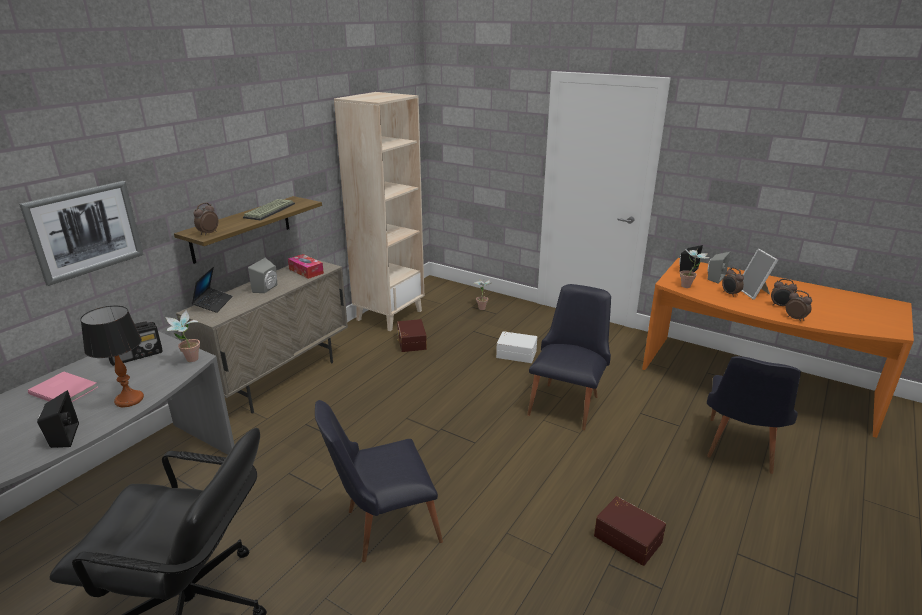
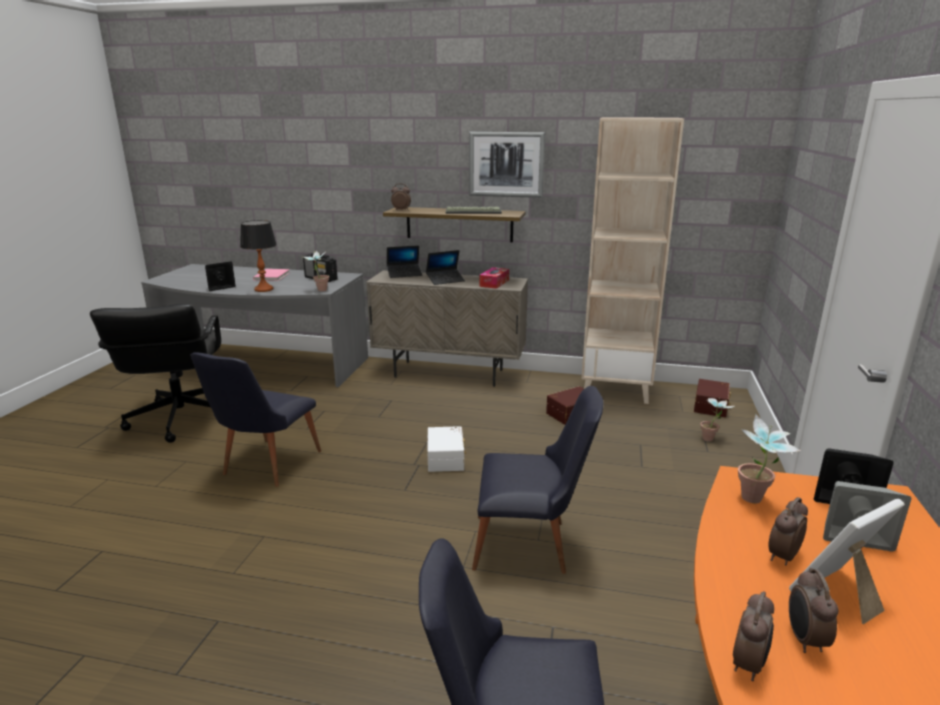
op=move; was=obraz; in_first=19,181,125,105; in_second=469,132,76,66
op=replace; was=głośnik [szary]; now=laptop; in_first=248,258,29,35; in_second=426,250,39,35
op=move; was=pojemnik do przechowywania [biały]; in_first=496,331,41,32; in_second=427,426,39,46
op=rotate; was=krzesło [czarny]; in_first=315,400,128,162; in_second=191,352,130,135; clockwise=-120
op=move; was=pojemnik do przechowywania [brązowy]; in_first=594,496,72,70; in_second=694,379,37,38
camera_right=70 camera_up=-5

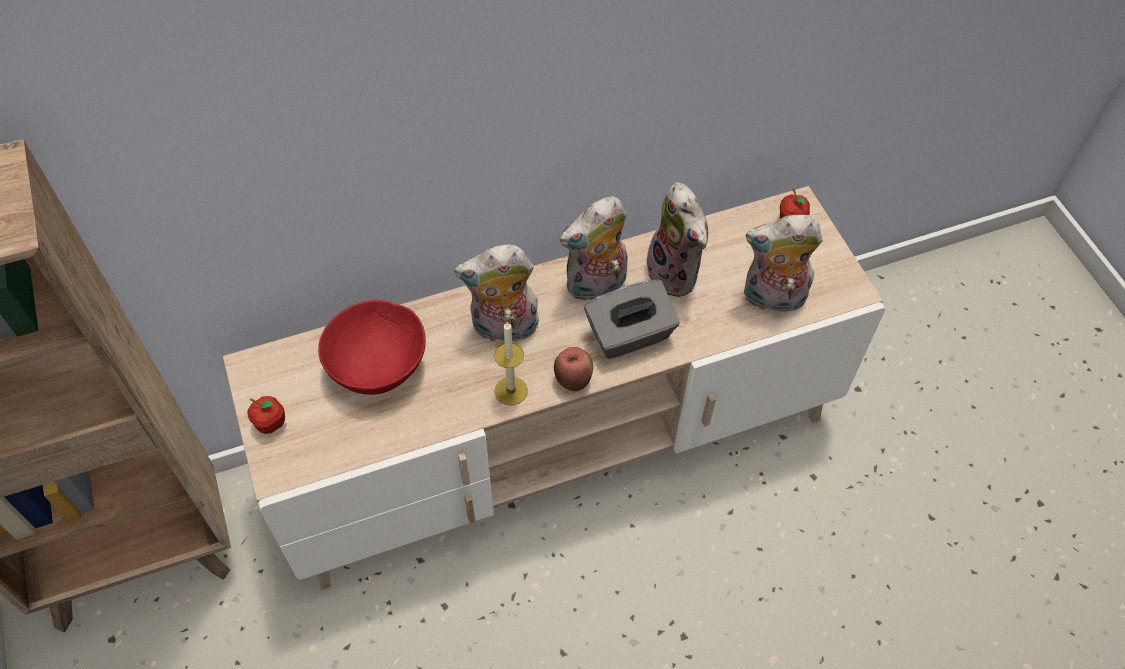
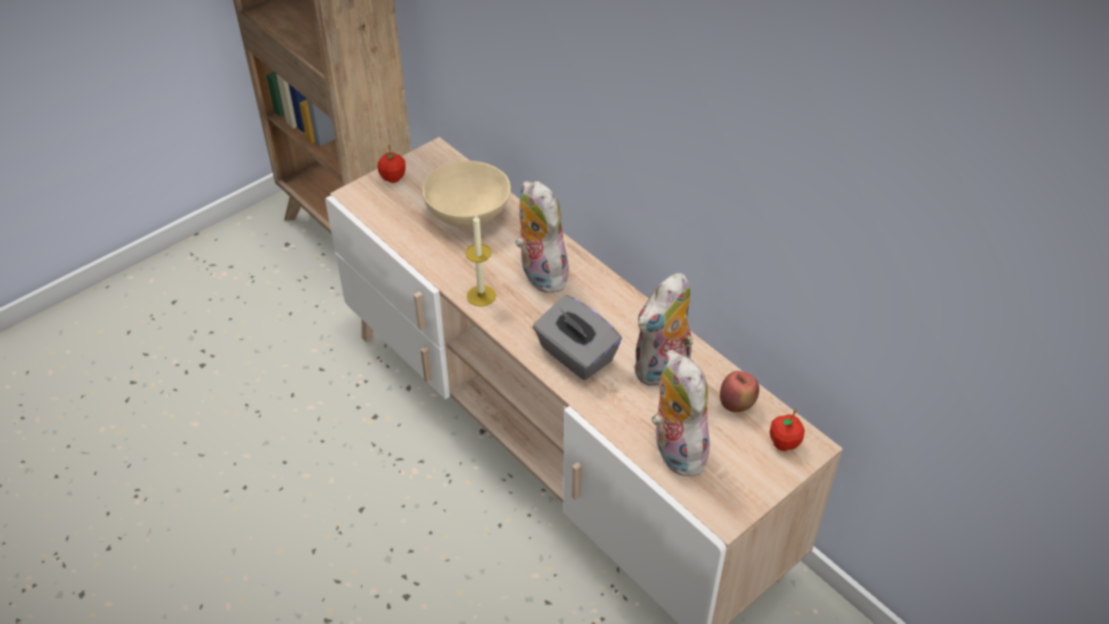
op=delete; was=pluszak; in_first=560,197,67,104
op=recolor; was=miska [czerwony]; now=miska [beżowy]; in_first=318,300,108,95; in_second=422,161,89,67
op=move; was=jabłko; in_first=554,347,39,44; in_second=720,371,39,41
camera_right=70 camera_up=-10

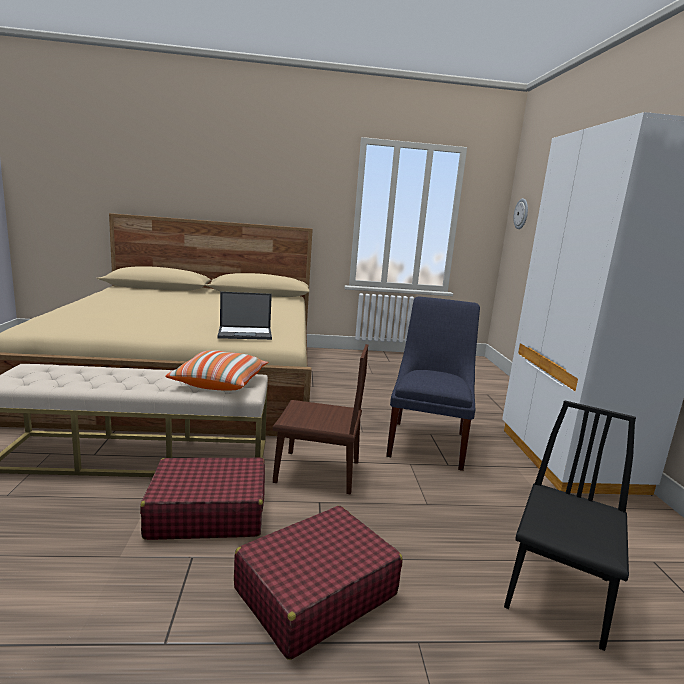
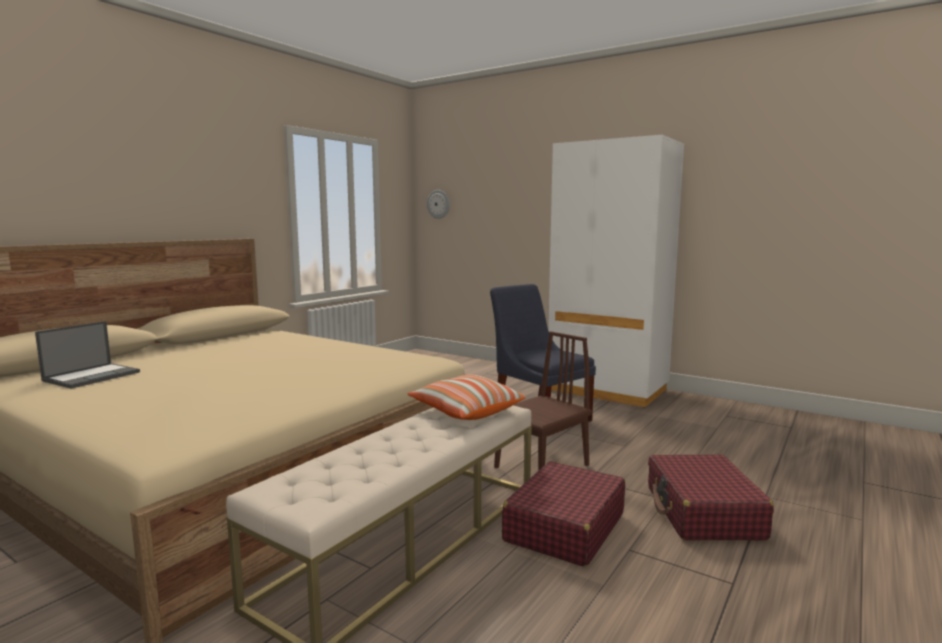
op=move; was=laptop; in_first=218,291,54,49; in_second=35,321,105,68
op=delete; was=krzesło [czarny]; in_first=504,401,132,250
camera_right=-50 camera_up=-5

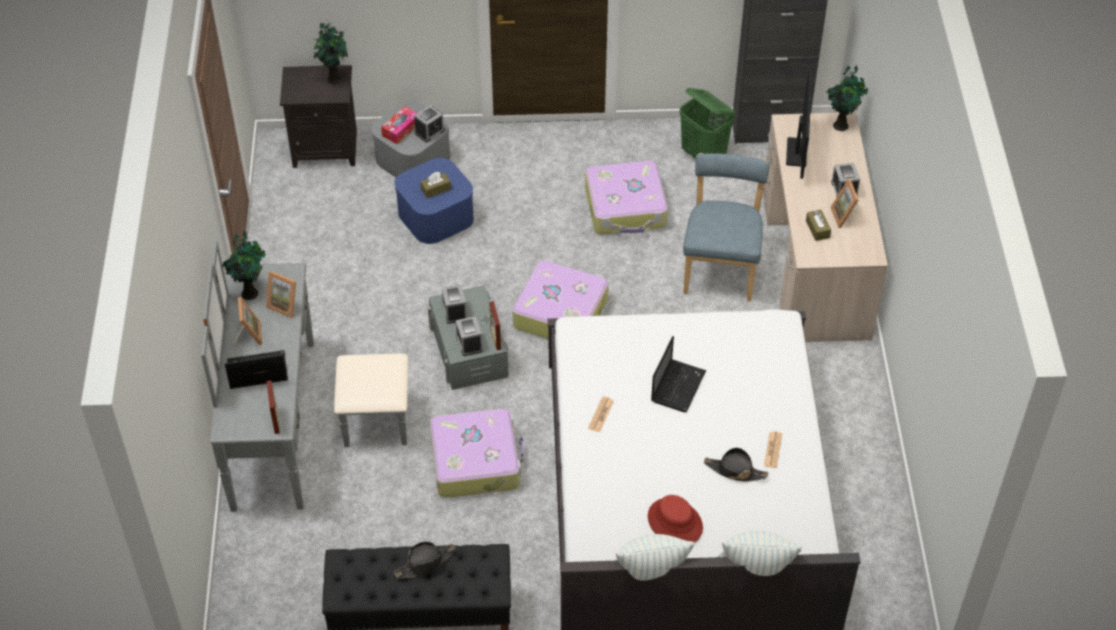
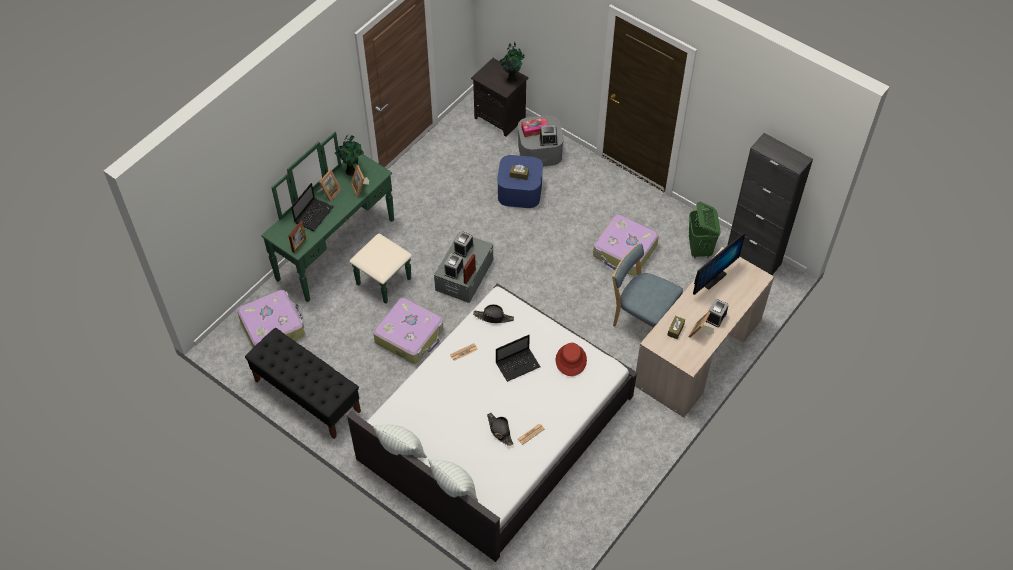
op=delete; was=roślina doniczkowa; in_first=827,65,42,66
op=rotate; was=krzesło [niebieski]; in_first=683,153,87,149; in_second=612,244,71,85; clockwise=-105
op=recolor; was=komoda [szary]; now=komoda [zielony]; in_first=201,240,207,272; in_second=261,132,151,172
op=move; was=walizka; in_first=512,259,97,80; in_second=237,290,68,57
op=rotate; was=laptop; in_first=225,350,63,39; in_second=291,183,43,48; clockwise=90
op=move; was=kapelusz [czerwony]; in_first=648,495,55,48; in_second=556,343,31,33
op=move; was=kapelusz [czarny]; in_first=394,541,62,37; in_second=473,304,41,19
camera_right=40 camera_up=5

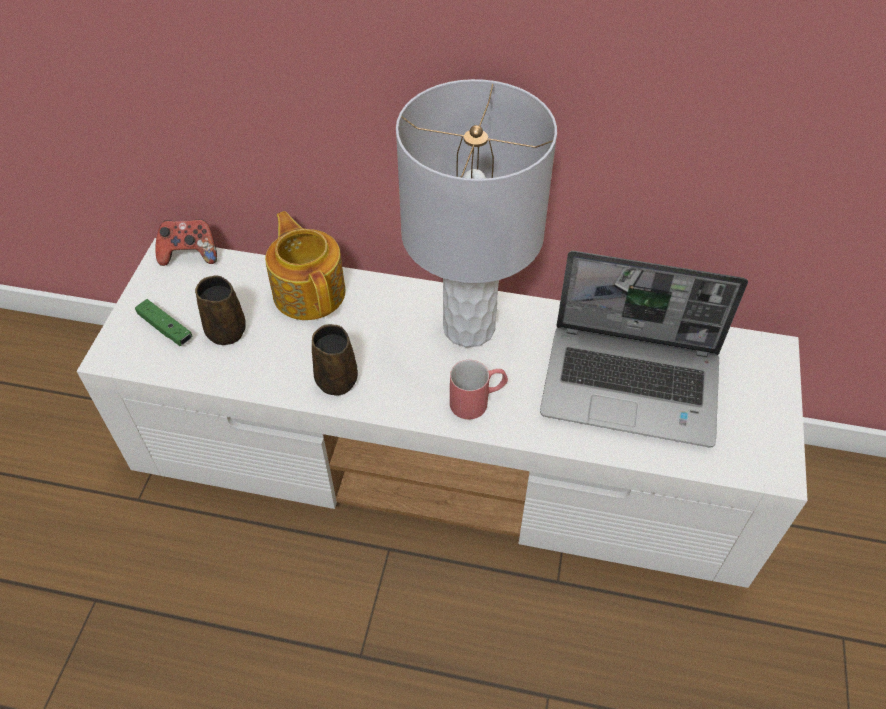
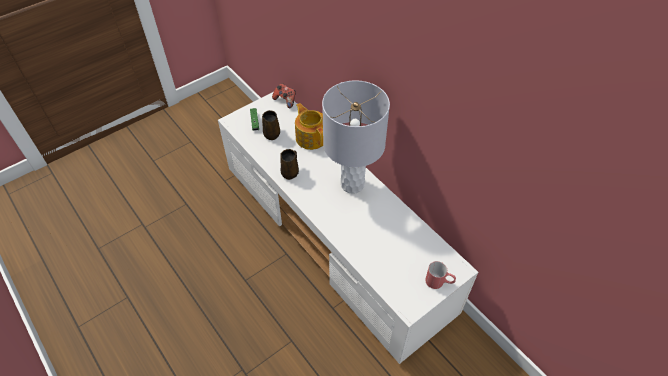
op=rotate; was=imbryk; in_first=265,211,80,109; in_second=295,103,28,47; clockwise=-45
op=delete; was=laptop; in_first=540,251,208,196
op=move; was=kubek [czerwony]; in_first=450,360,58,59; in_second=425,261,31,28
camera_right=40 camera_up=0

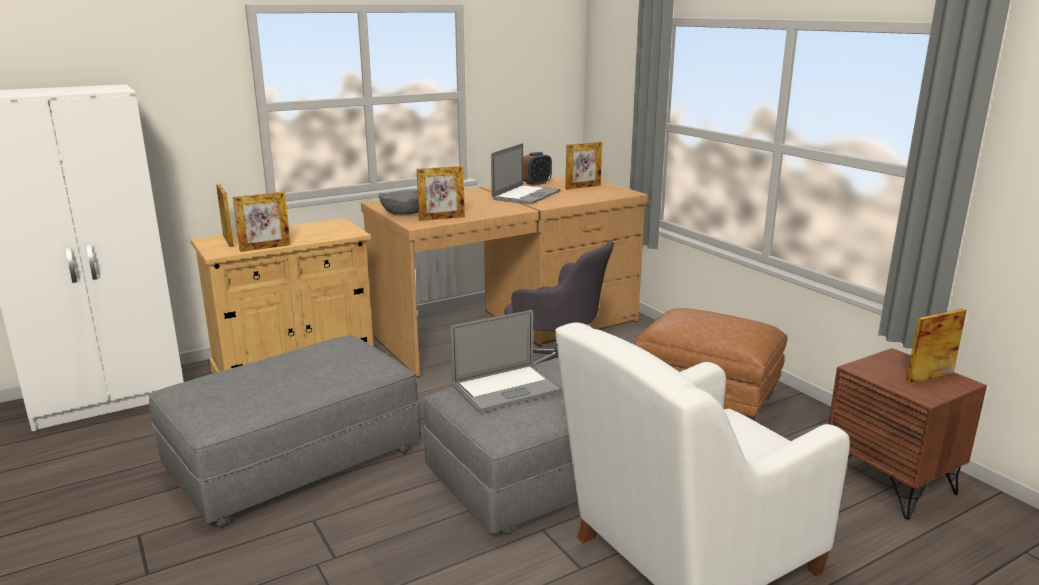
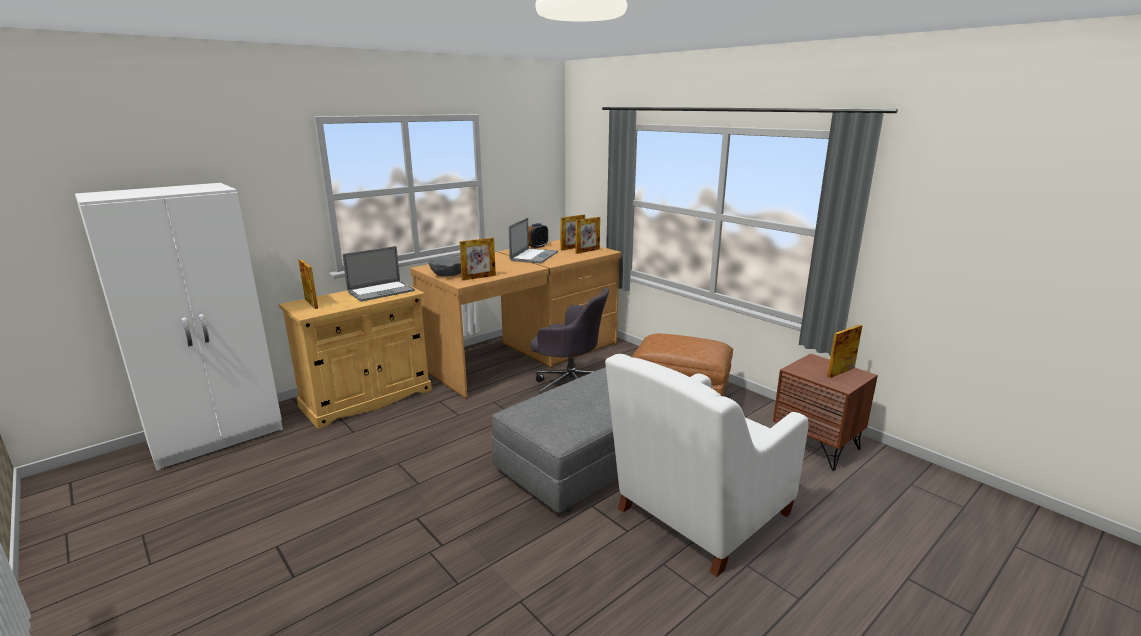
op=move; was=ramka na zdjęcie; in_first=233,192,58,60; in_second=575,217,25,37
op=move; was=laptop; in_first=450,310,113,103; in_second=342,246,73,56
op=delete; was=pufa [szary]; in_first=148,335,273,192
camera_right=-10 camera_up=0

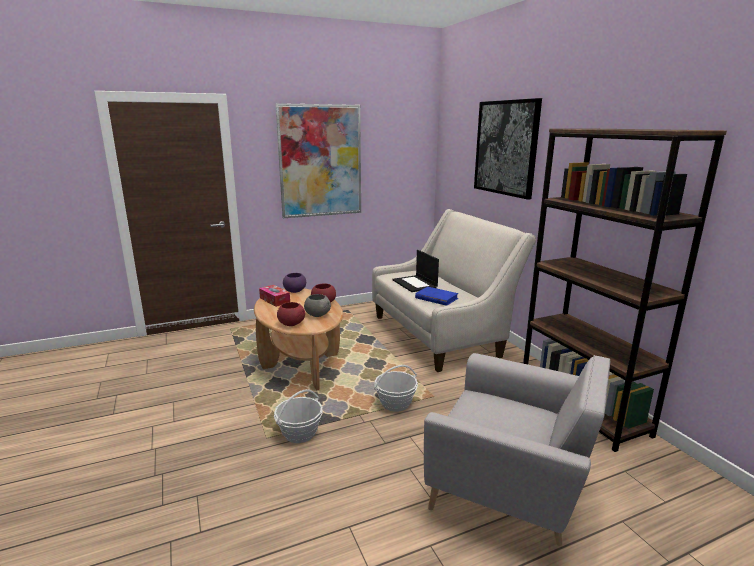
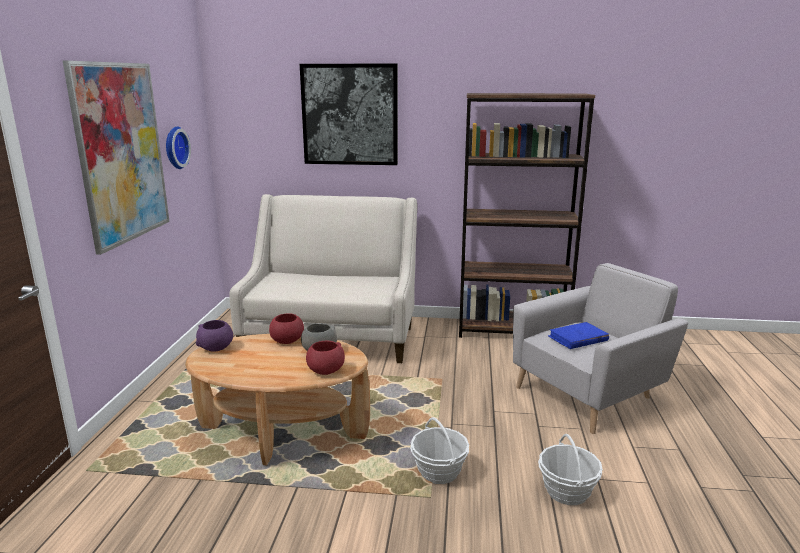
op=delete; was=laptop; in_first=392,250,47,42
op=delete; was=pudełko chusteczek; in_first=259,285,31,22
op=move; was=książka [niebieski]; in_first=415,287,43,19; in_second=548,322,61,27
op=move; was=koszyk; in_first=374,365,44,47; in_second=538,434,65,71
op=insert; now=zegar ścienny; in_second=166,127,25,42
camera_right=-60 camera_up=0

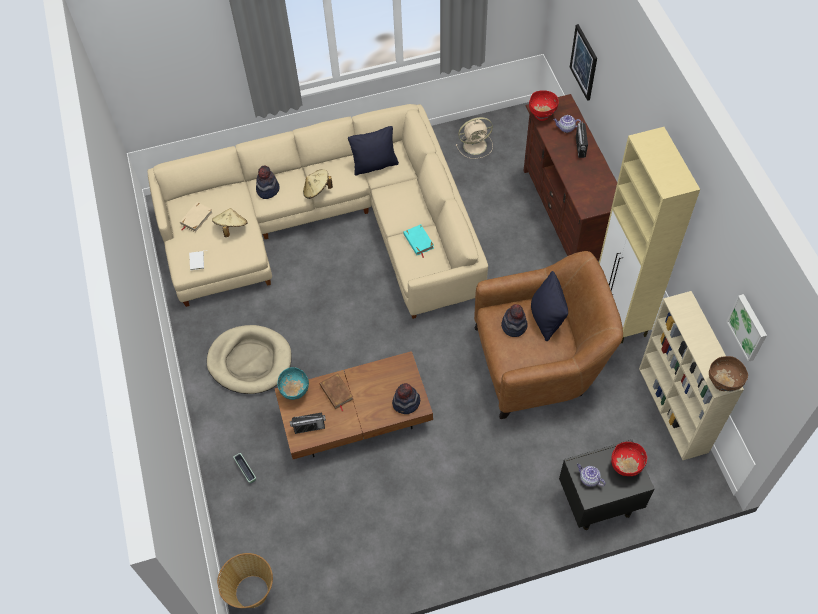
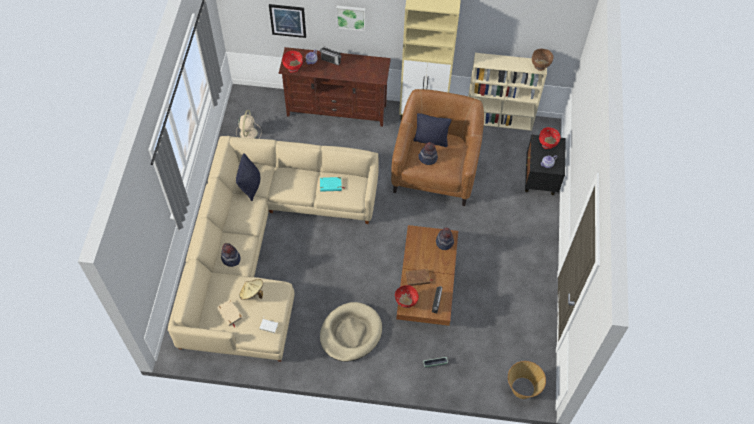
op=delete; was=kapelusz [beżowy]; in_first=303,169,30,30
op=move; was=obraz; in_first=726,294,41,68; in_second=336,5,30,26
op=recolor; was=miska [turkusowy]; now=miska [czerwony]; in_first=277,367,32,33; in_second=395,285,24,23
camera_right=-70 camera_up=0

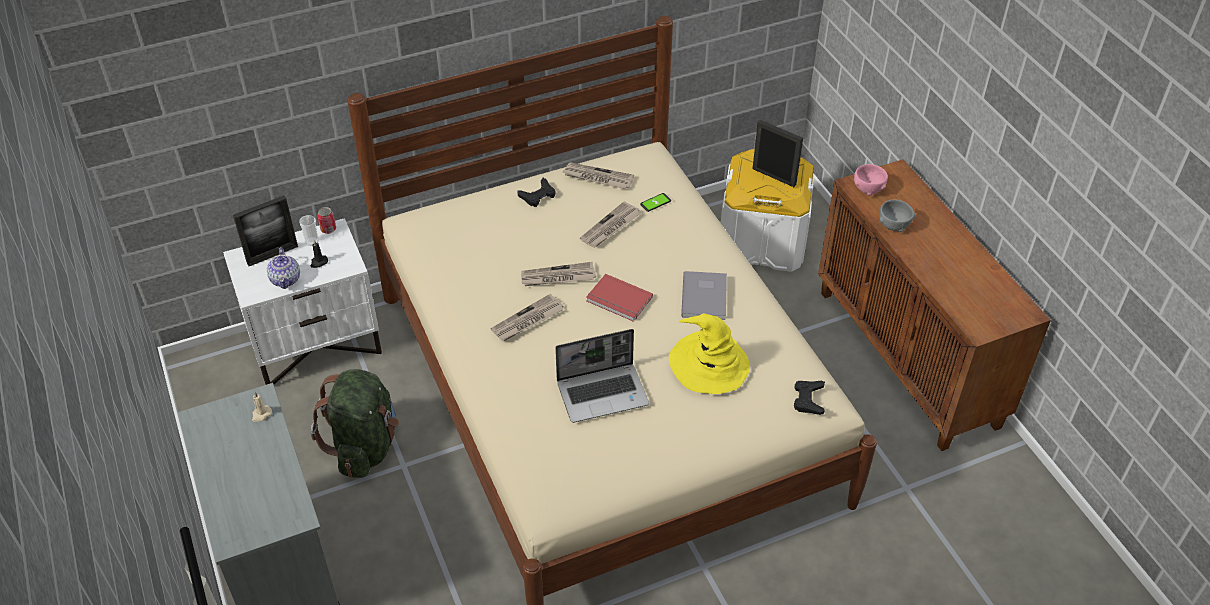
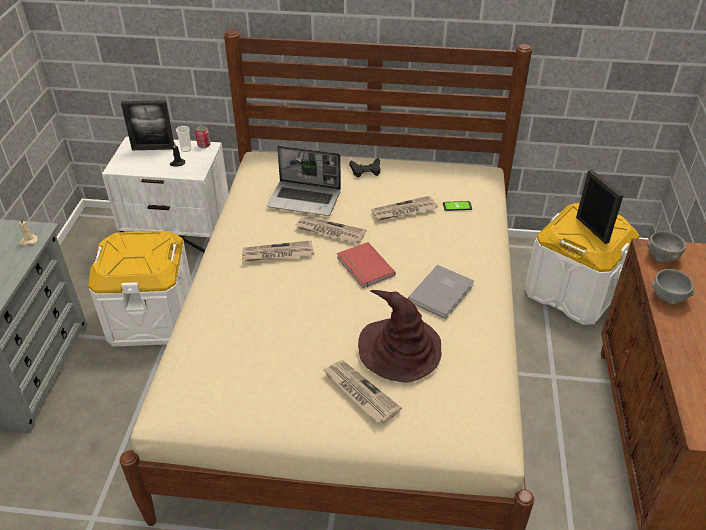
op=move; was=gazeta; in_first=563,162,71,27; in_second=323,361,79,62
op=recolor; was=miska [różowy]; now=miska [szary]; in_first=854,164,34,32; in_second=647,231,39,31
op=delete; was=imbryk; in_first=267,247,33,42
op=recolor; was=kapelusz [żółty]; now=kapelusz [brązowy]; in_first=669,313,81,81; in_second=358,290,83,93
op=move; was=laptop; in_first=555,329,94,94; in_second=267,145,74,71
op=replace; was=plecak [zielony]; now=pojemnik do przechowywania [biały]; in_first=311,369,88,109; in_second=88,231,104,116
op=delete; was=pad do gier [czarny]; in_first=794,381,31,34
camera_right=30 camera_up=-5

